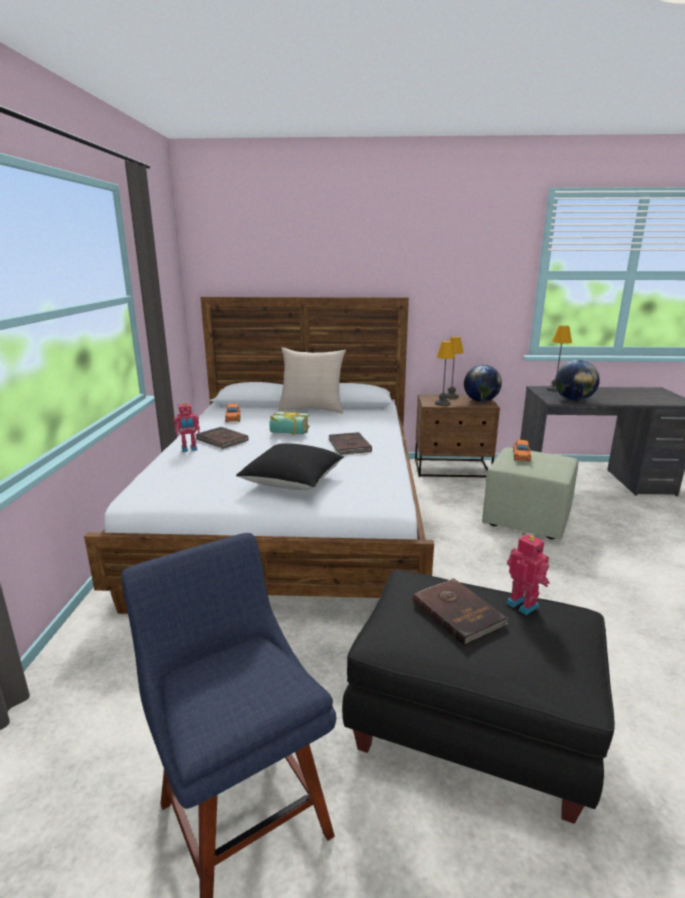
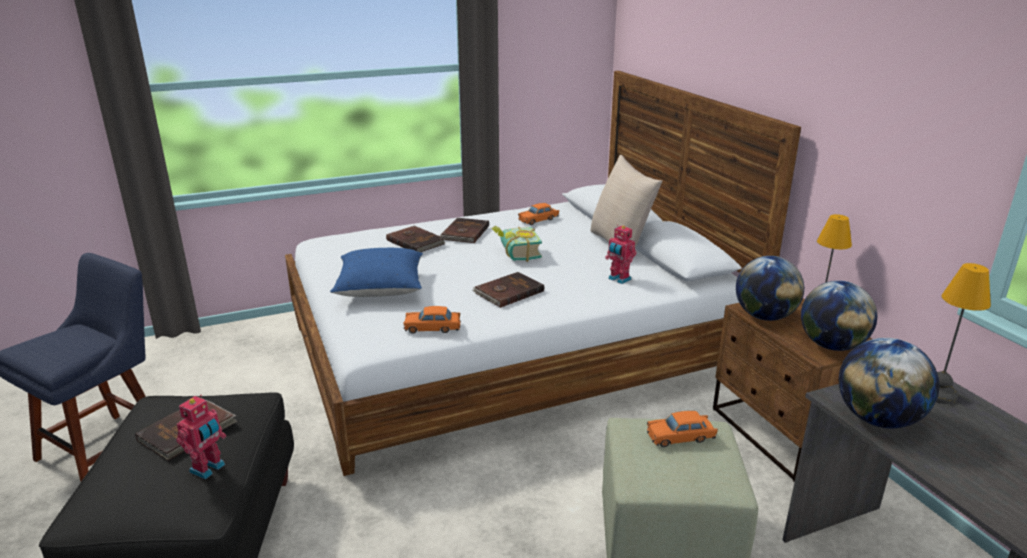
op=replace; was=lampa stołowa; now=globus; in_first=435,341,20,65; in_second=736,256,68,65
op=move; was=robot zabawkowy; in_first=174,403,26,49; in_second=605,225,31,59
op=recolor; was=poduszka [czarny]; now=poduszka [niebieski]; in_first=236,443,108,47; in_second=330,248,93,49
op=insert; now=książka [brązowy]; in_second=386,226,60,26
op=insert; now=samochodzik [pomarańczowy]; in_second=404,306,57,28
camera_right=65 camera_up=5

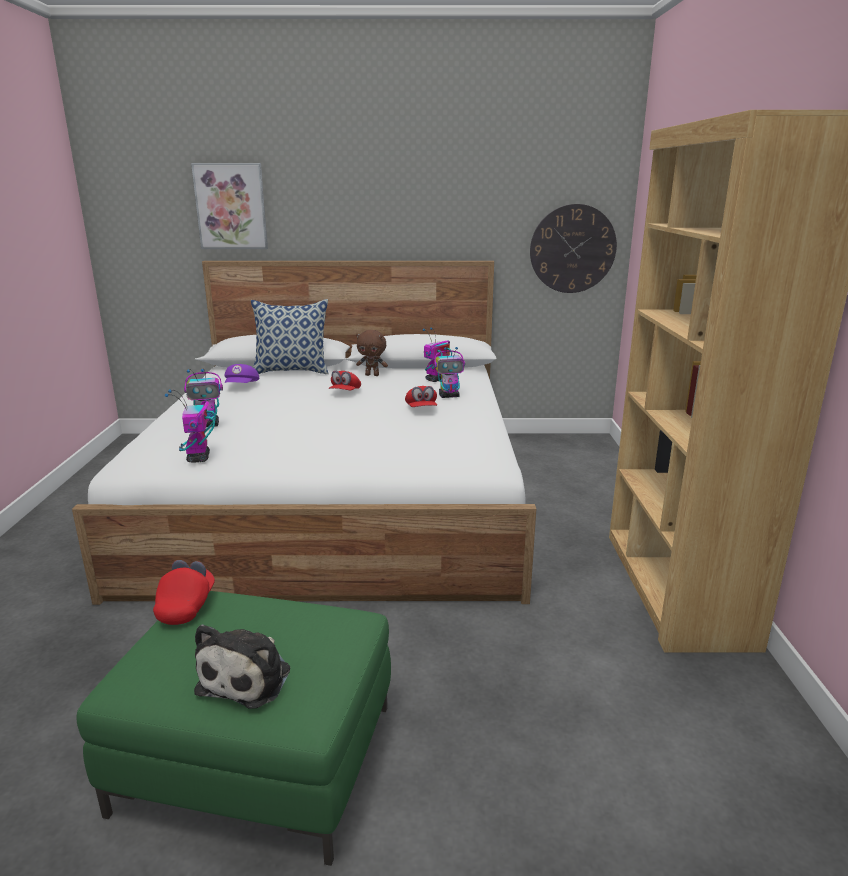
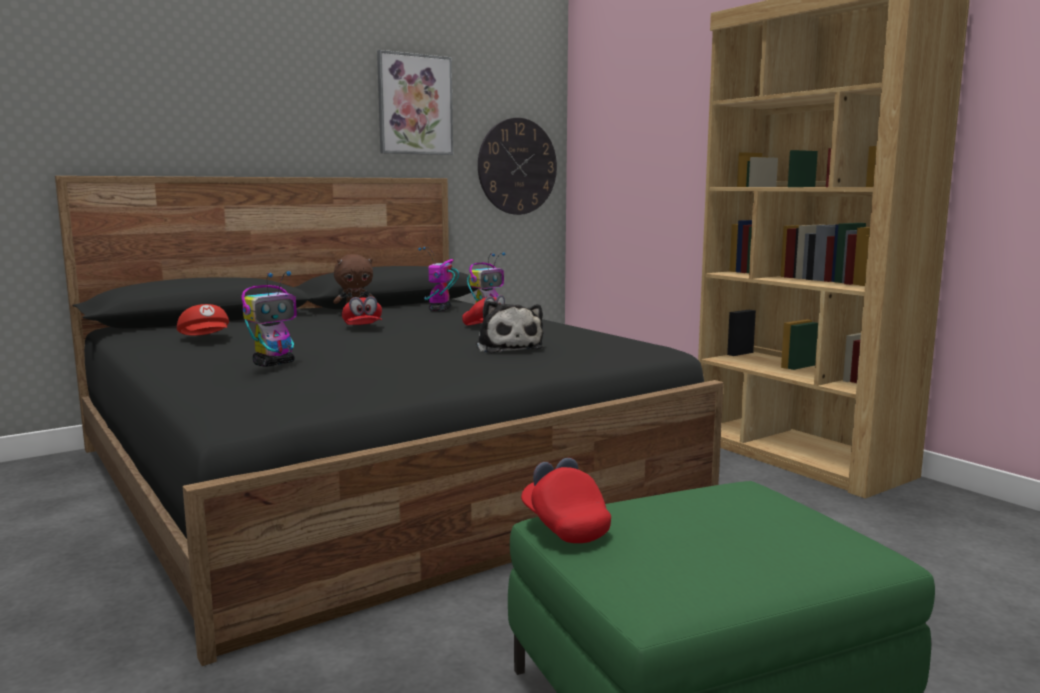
op=move; was=obraz; in_first=191,163,77,86; in_second=377,50,76,105
op=recolor; was=łóżko [biały]; now=łóżko [czarny]; in_first=72,261,464,344; in_second=55,176,669,490
op=delete; was=poduszka; in_first=251,299,78,75
op=recolor; was=czapka z daszkiem [fioletowy]; now=czapka z daszkiem [czerwony]; in_first=224,364,36,19; in_second=177,304,52,32
op=delete; was=robot zabawkowy; in_first=165,389,51,74
op=move; was=pluszak; in_first=194,624,96,85; in_second=476,300,67,53
camera_right=-35 camera_up=-10

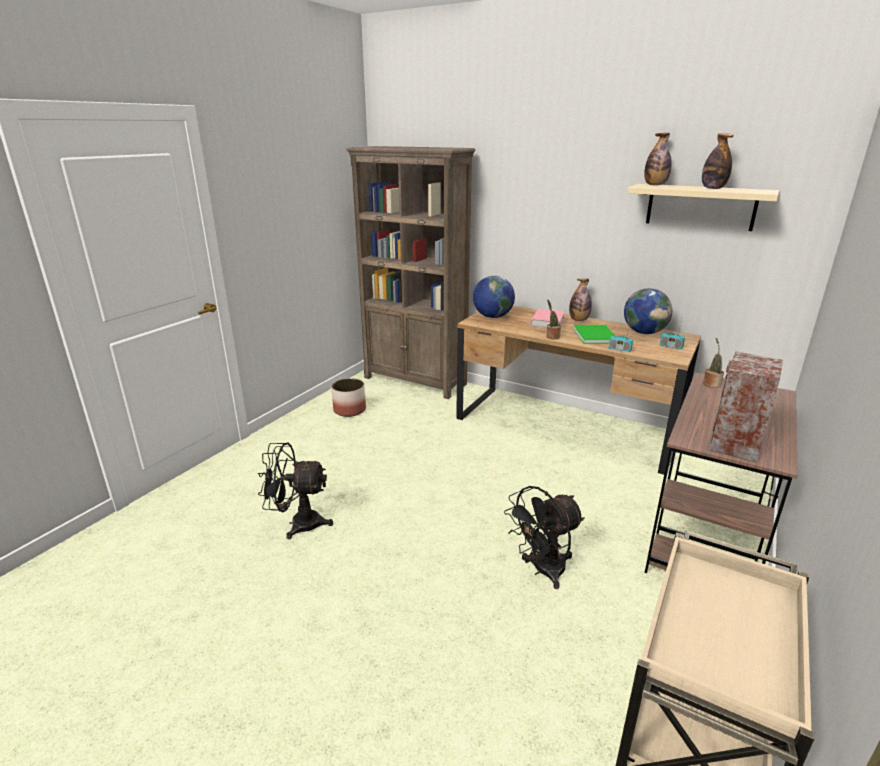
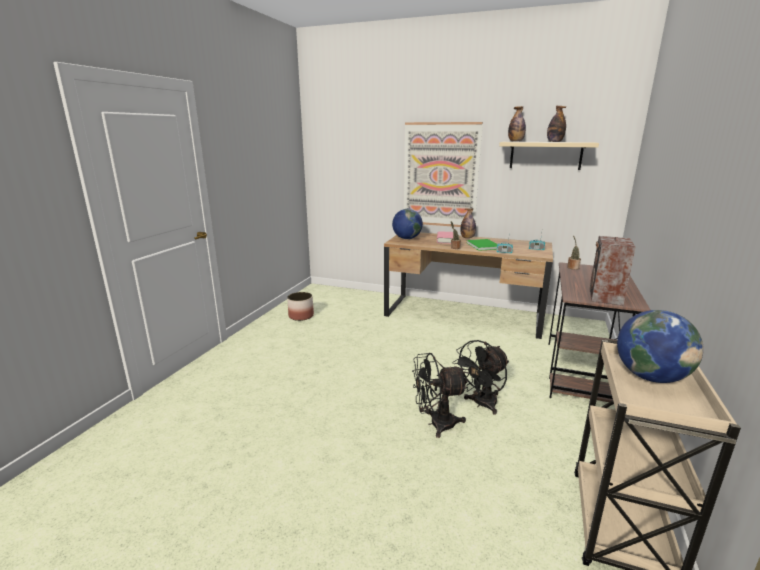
op=delete; was=regał [brązowy]; in_first=346,146,130,253
op=move; was=globus; in_first=624,288,48,46; in_second=617,310,87,73
op=move; was=wentylator [czarny]; in_first=258,442,75,97; in_second=412,353,56,85
op=insert; now=obraz; in_second=404,122,79,105
camera_right=-10 camera_up=-5

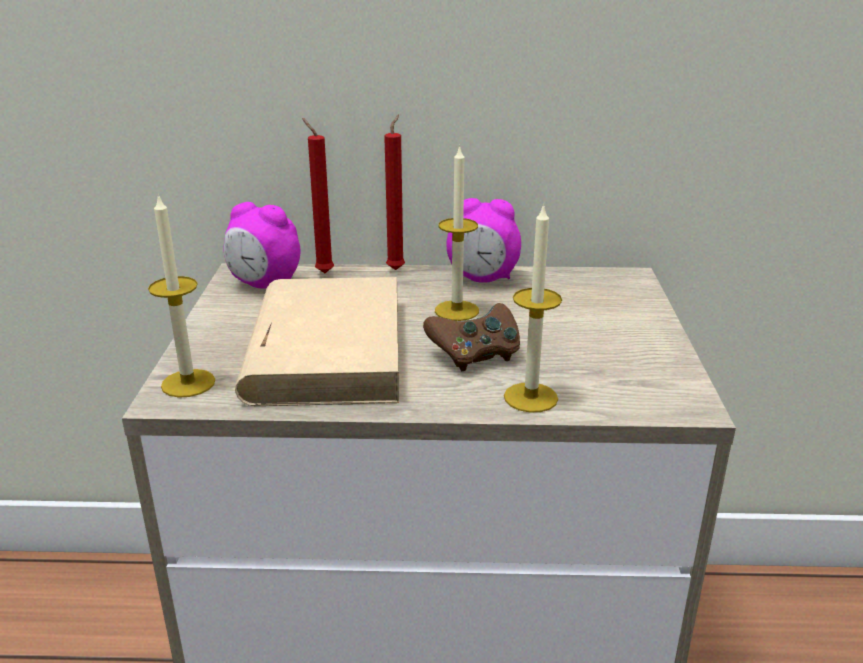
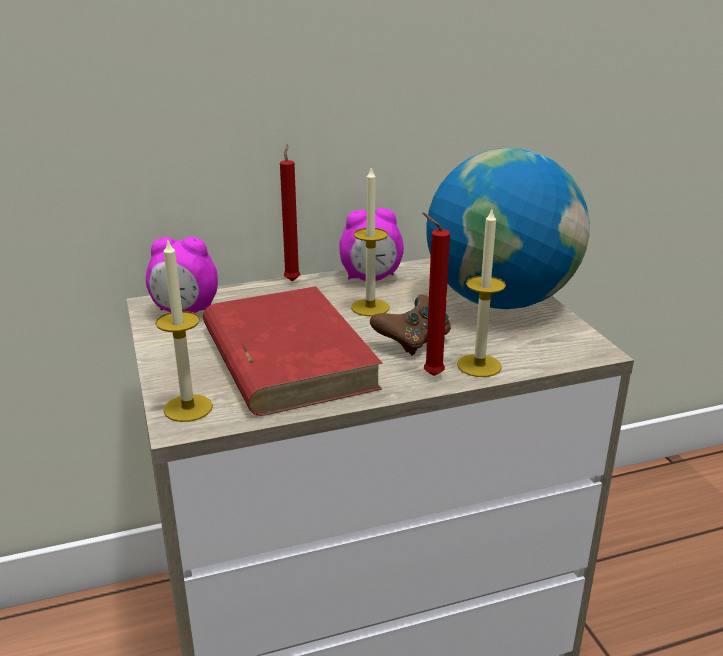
op=move; was=świeca [czerwony]; in_first=302,118,32,155; in_second=422,213,28,163
op=recolor; was=książka [beżowy]; now=książka [czerwony]; in_first=235,277,164,129; in_second=203,286,179,130
op=insert; now=globus; in_second=426,147,164,162
camera_right=-20 camera_up=0

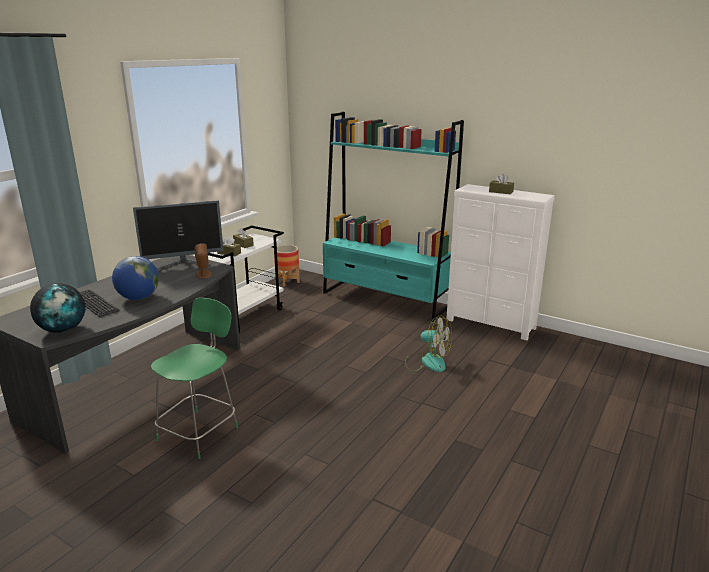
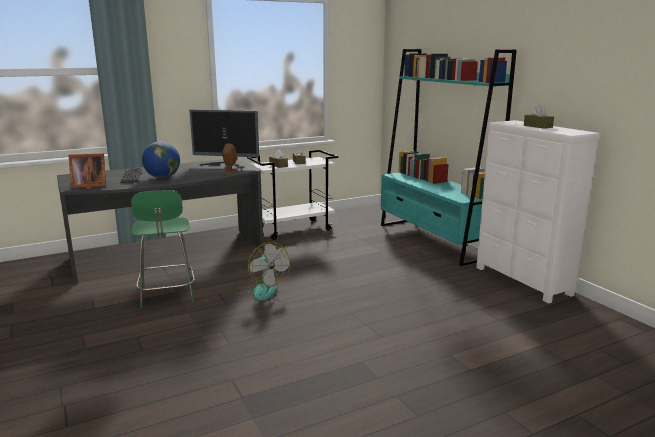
op=delete; was=donica; in_first=274,245,26,42
op=replace; was=globus; now=ramka na zdjęcie; in_first=30,283,56,50; in_second=69,154,37,34
op=rotate; was=krzesło [zielony]; in_first=151,298,87,161; in_second=131,190,64,118; clockwise=105
op=move; was=wentylator; in_first=405,315,47,57; in_second=235,242,55,59
camera_right=30 camera_up=-5

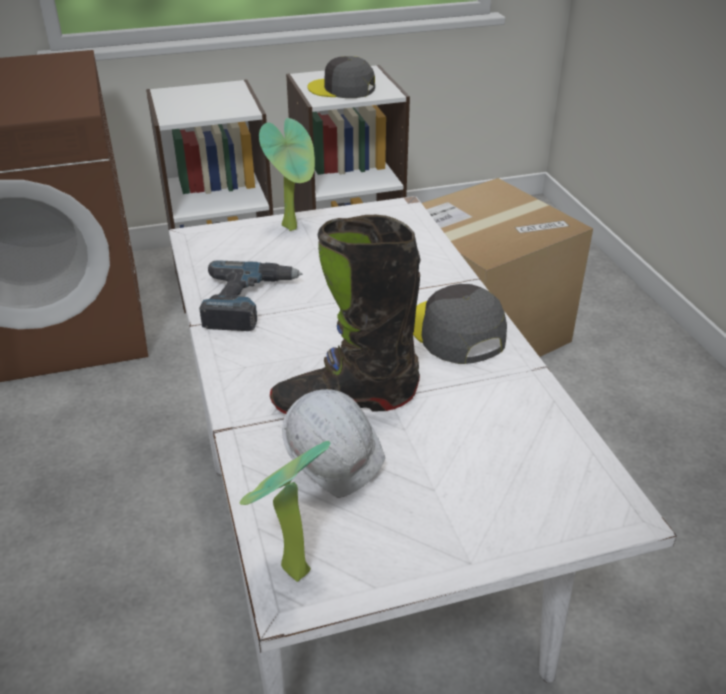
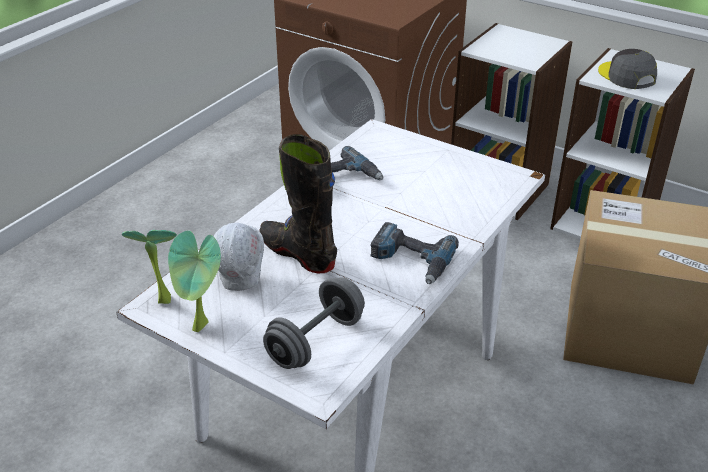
op=move; was=roślina doniczkowa; in_first=259,118,56,113; in_second=168,231,53,101
op=replace; was=czapka z daszkiem [szary]; now=wiertarka; in_first=413,284,94,80; in_second=370,222,89,62
op=insert; now=hantel [szary]; in_second=263,277,102,92
camera_right=50 camera_up=0

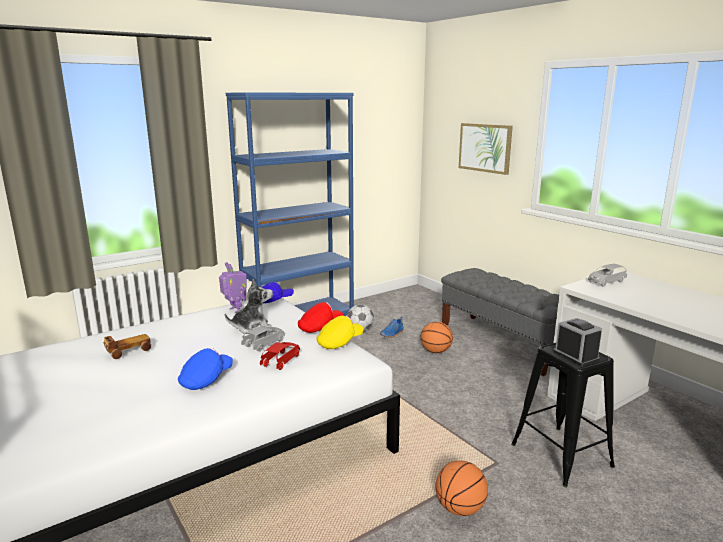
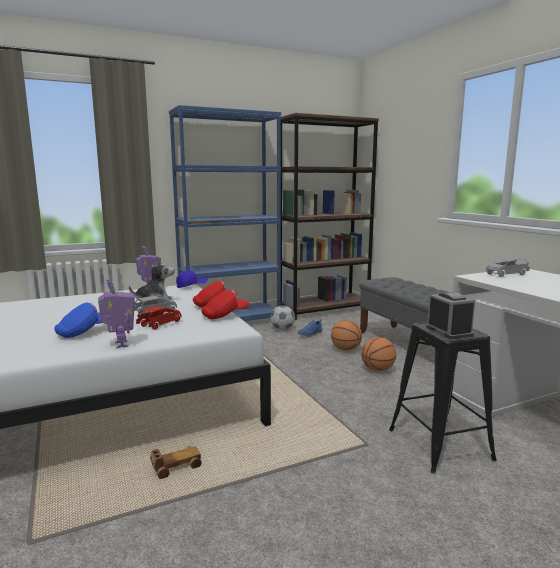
op=delete; was=obraz; in_first=459,123,54,52
op=recolor; was=czapka z daszkiem [żółty]; now=czapka z daszkiem [czerwony]; in_first=316,316,48,33; in_second=201,290,48,29
op=move; was=samochodzik; in_first=103,334,48,25; in_second=150,446,52,33
op=move; was=piłka do koszykówki; in_first=435,461,53,55; in_second=361,337,35,34
op=insert; now=regał [brązowy]; in_second=281,113,98,207
op=insert; now=robot zabawkowy; in_second=98,279,37,70
camera_right=10 camera_up=-5

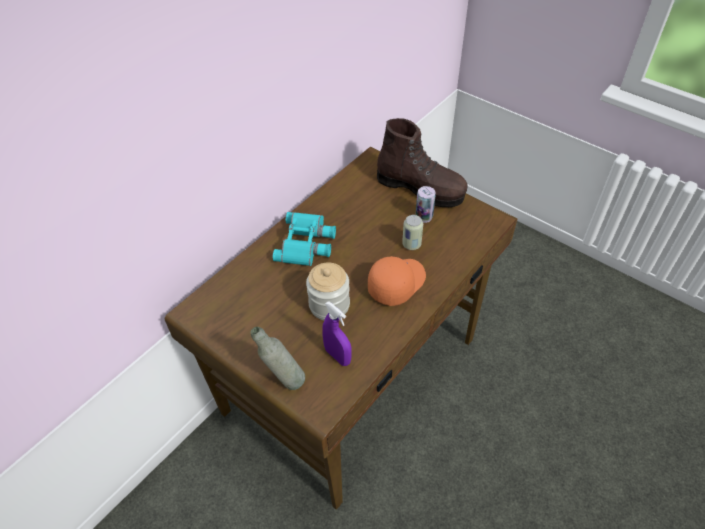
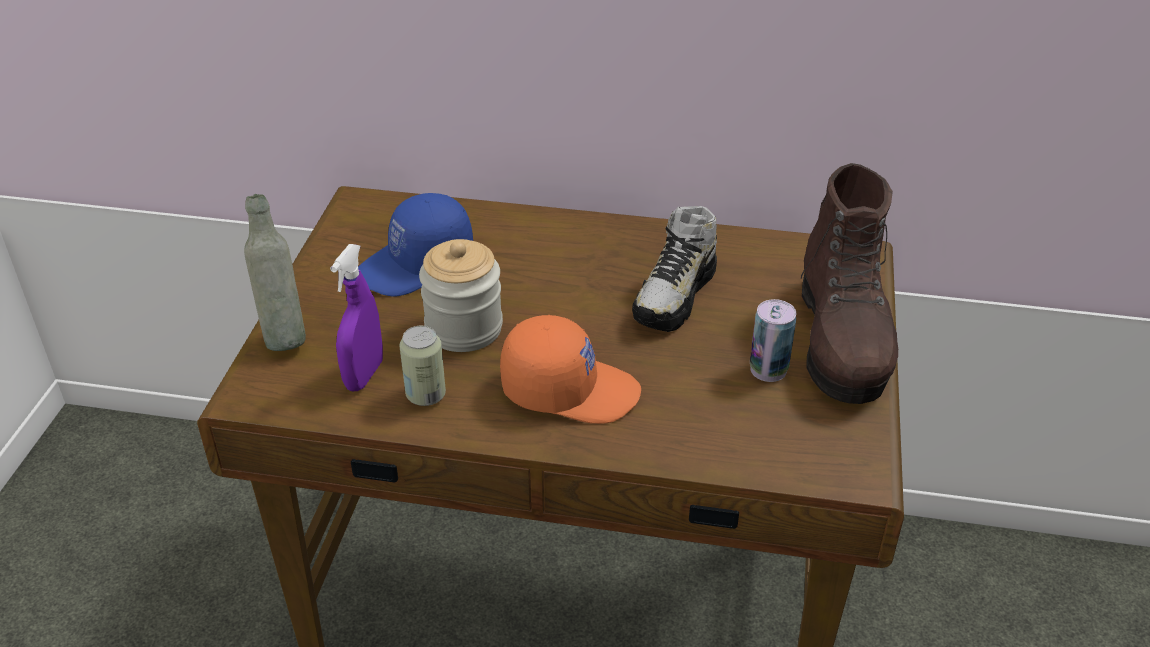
op=delete; was=lornetka [turkusowy]; in_first=272,212,64,54
op=move; was=puszka; in_first=402,215,21,35; in_second=400,326,46,80
op=insert; now=czapka z daszkiem [niebieski]; in_second=358,193,115,104
op=insert; now=but; in_second=632,206,85,126
camera_right=60 camera_up=-10

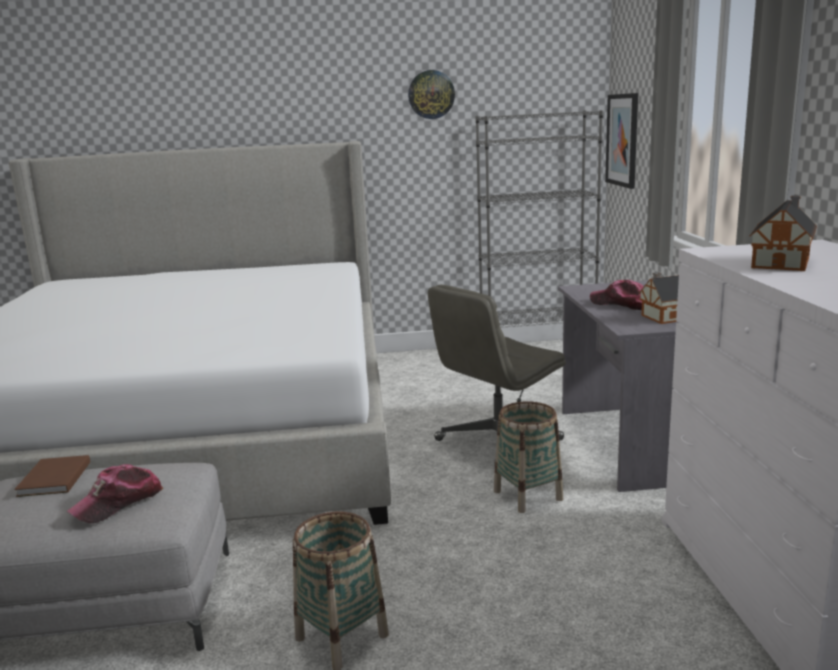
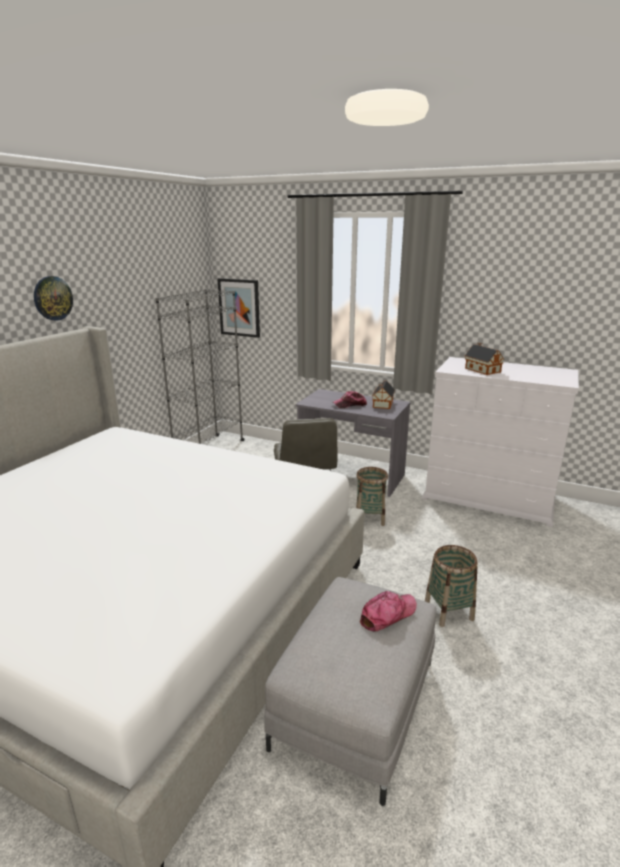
op=move; was=zegar ścienny; in_first=408,70,47,49; in_second=34,276,39,45
op=delete; was=książka [brązowy]; in_first=14,455,76,42
op=rotate; was=czapka z daszkiem; in_first=66,464,97,59; in_second=360,591,57,40; clockwise=-105
camera_right=-60 camera_up=5

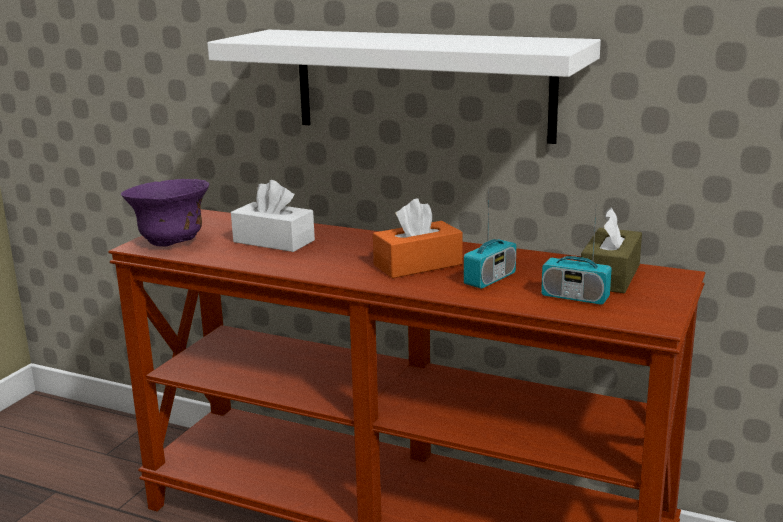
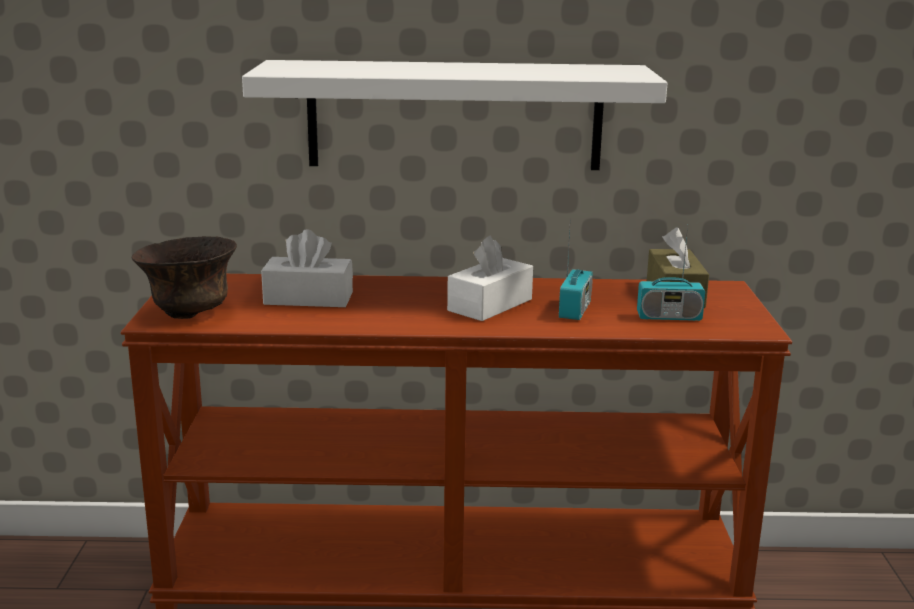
op=recolor; was=miska [fioletowy]; now=miska [brązowy]; in_first=121,179,88,68; in_second=132,236,105,83
op=recolor; was=pudełko chusteczek [pomarańczowy]; now=pudełko chusteczek [biały]; in_first=373,198,90,80; in_second=447,235,86,86
camera_right=-25 camera_up=0

